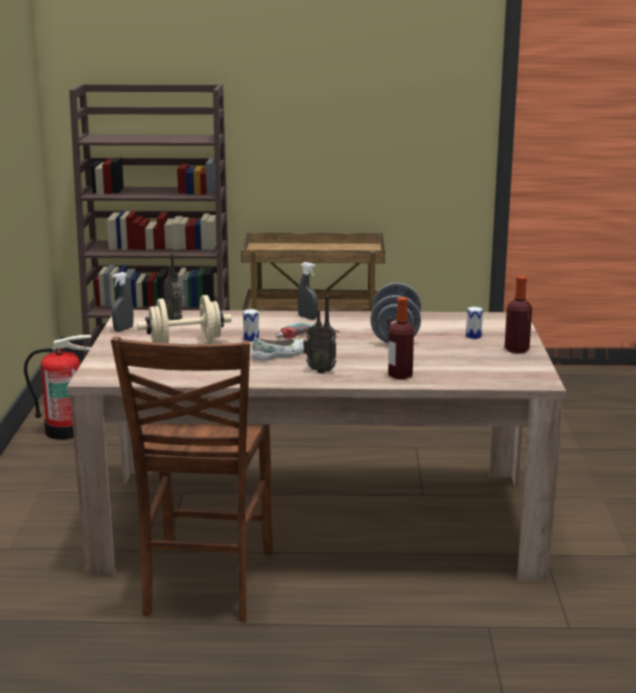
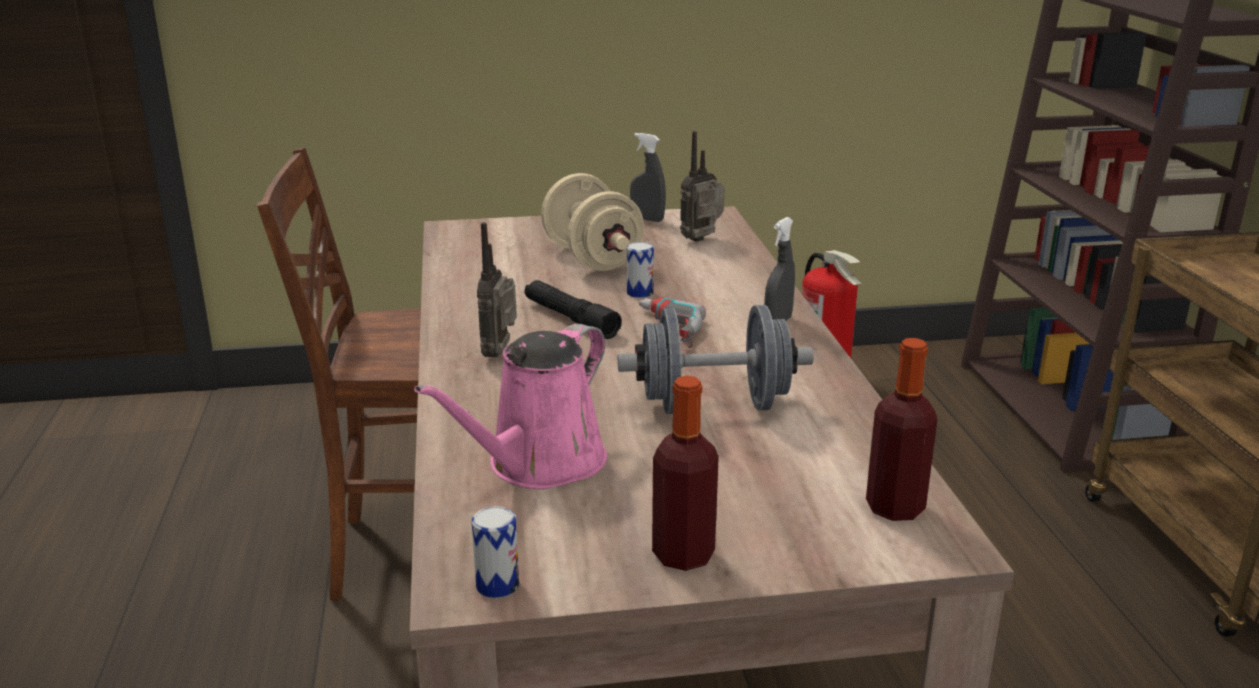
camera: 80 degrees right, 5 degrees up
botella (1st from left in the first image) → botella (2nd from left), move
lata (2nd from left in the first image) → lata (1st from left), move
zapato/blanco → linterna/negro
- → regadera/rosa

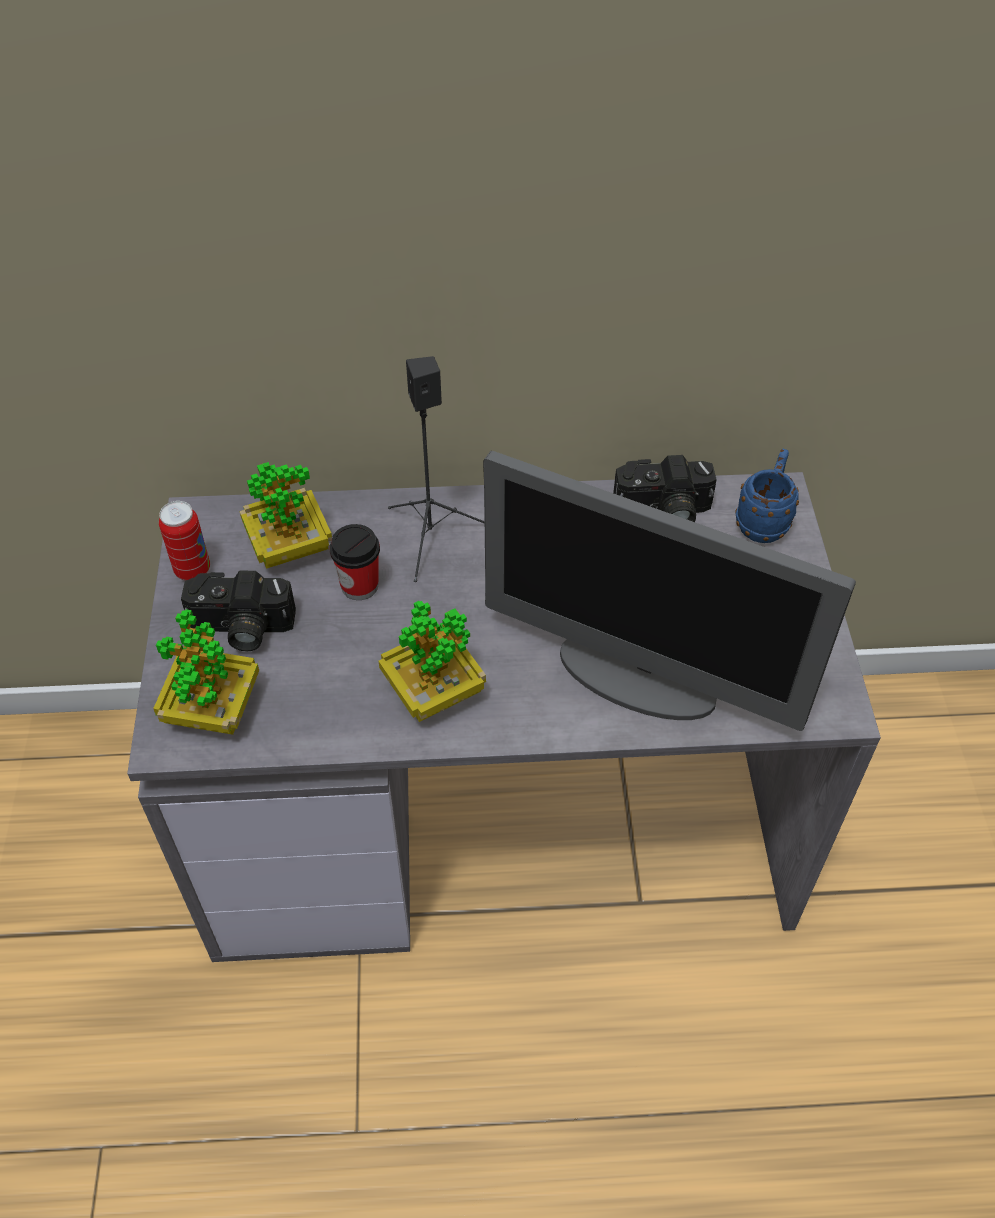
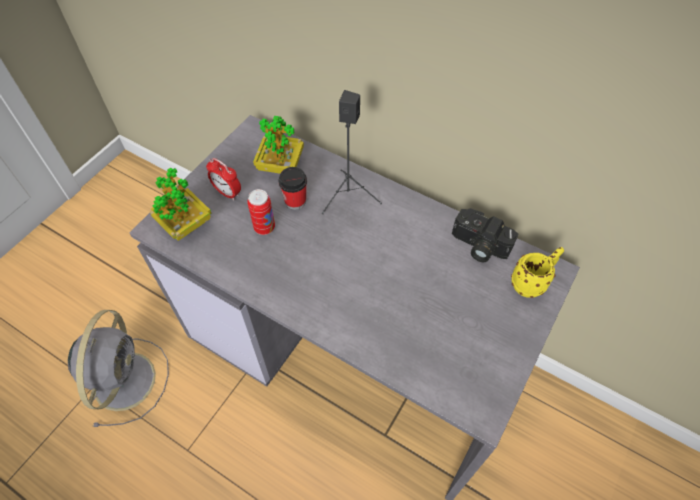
camera: 35 degrees right, 5 degrees up
taza grande/azul → taza grande/amarillo
monitor → -
lata, move
cámara (1st from left) → despertador
planta en maceta (3rd from left) → -
- → ventilador/gris

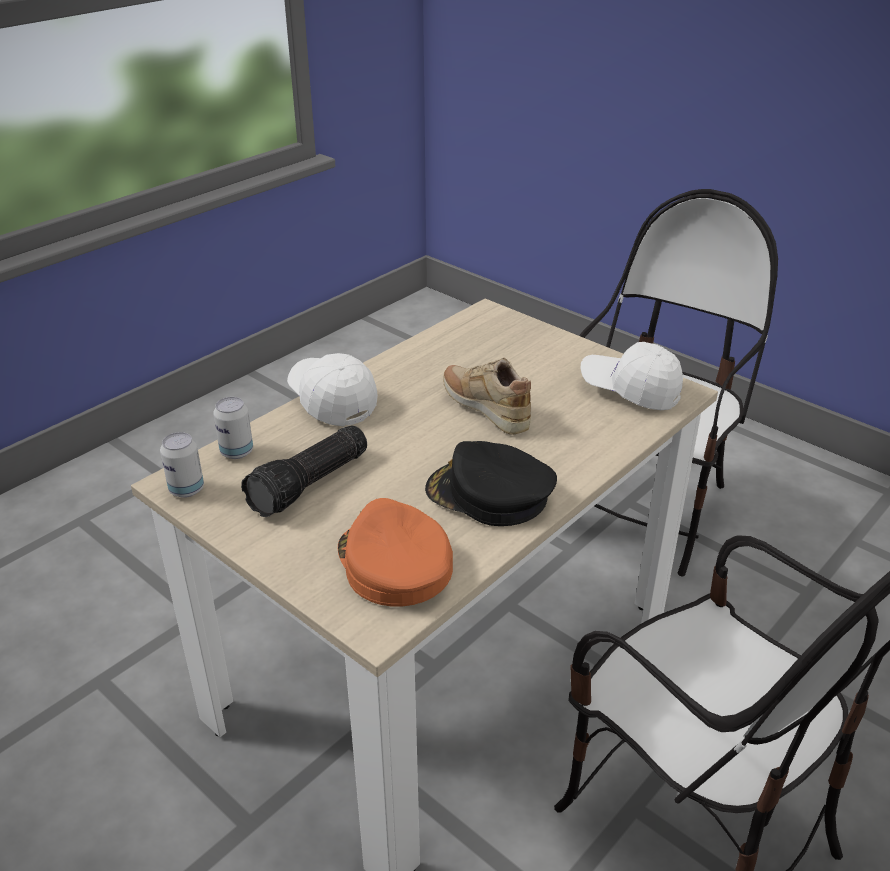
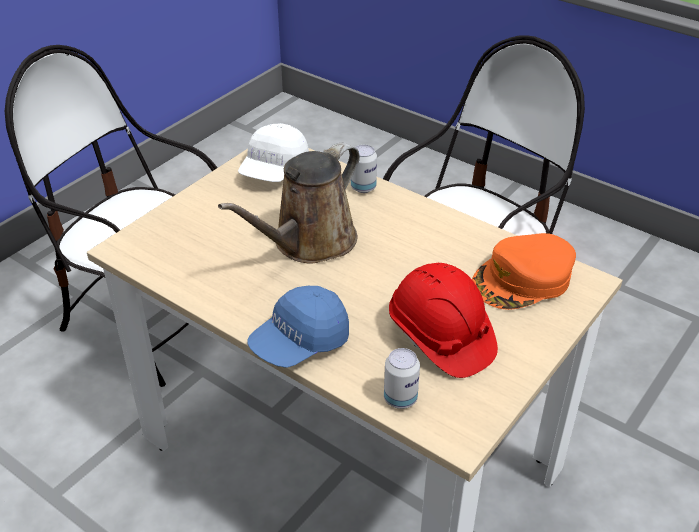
camera: 95 degrees left, 5 degrees up
gorra/blanco (1st from left) → gorra/azul
zapato/beis → regadera/marrón
linterna → casco/rojo
lata (1st from left), move
gorra/negro → -

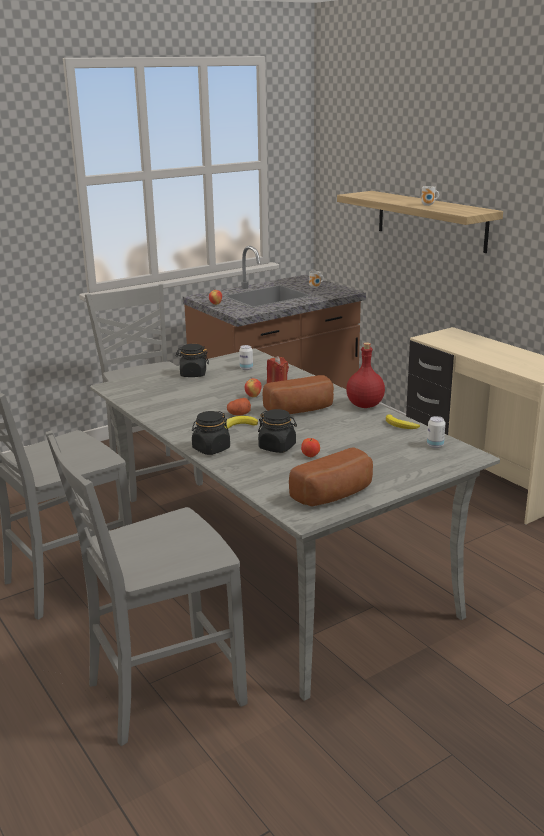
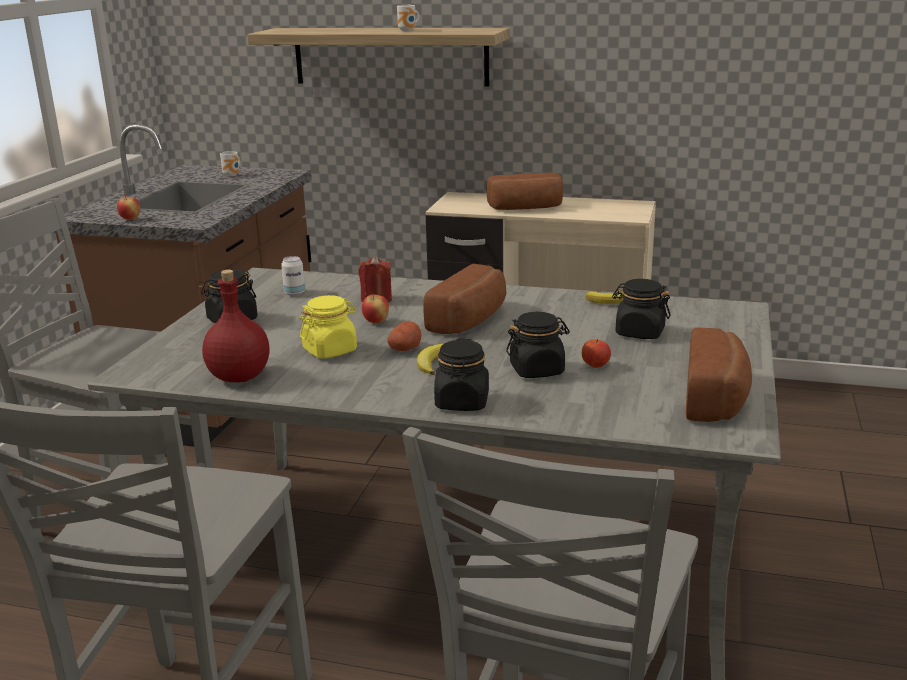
camera: 40 degrees left, 0 degrees up
botella/rojo, move
lata (2nd from left) → -
- → pan (2nd from left)
- → tarro/negro (4th from left)
- → tarro/amarillo

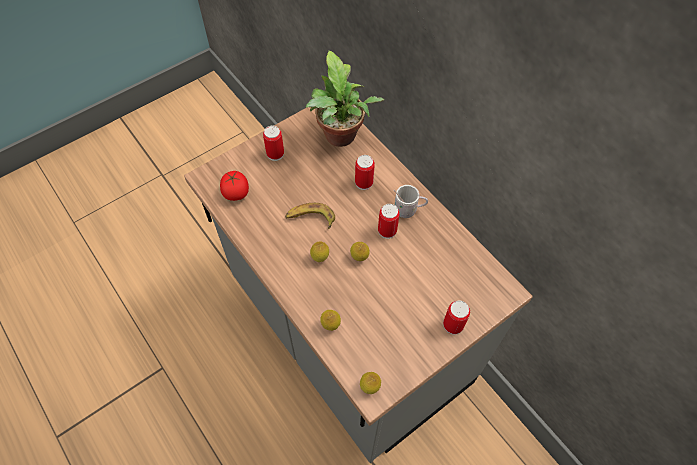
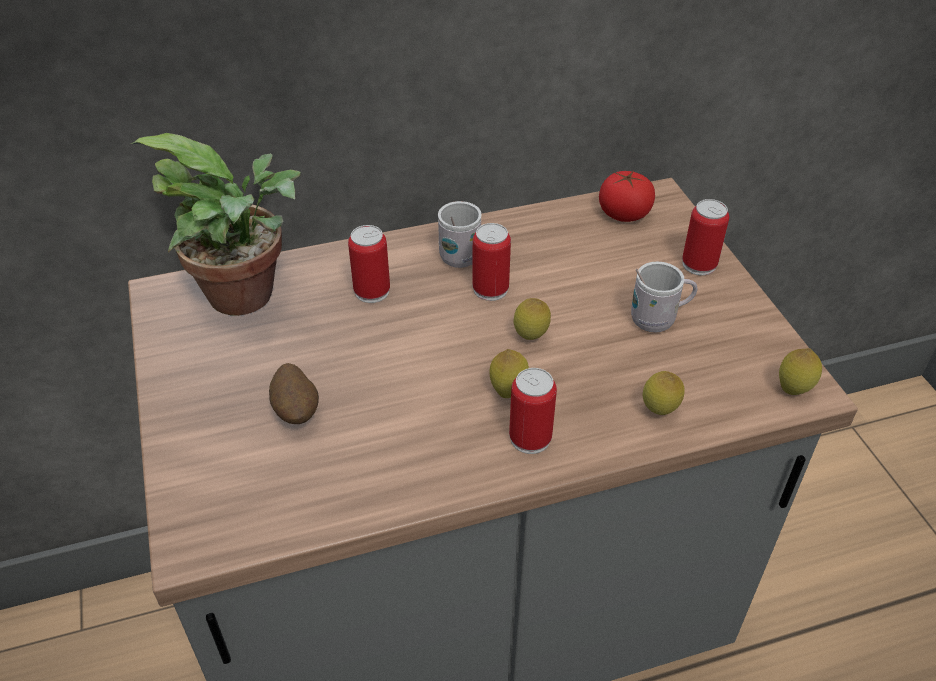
camera: 70 degrees left, 15 degrees down
lata (1st from left in the first image) → lata (3rd from left), move
tomate, move
plátano → -
- → taza grande/blanco (2nd from left)
- → patata

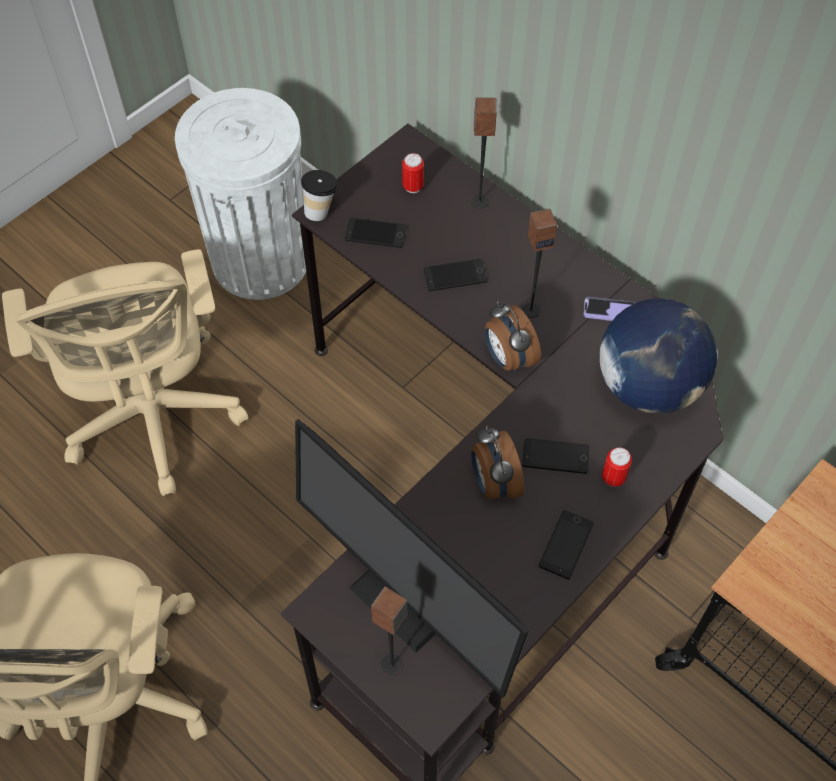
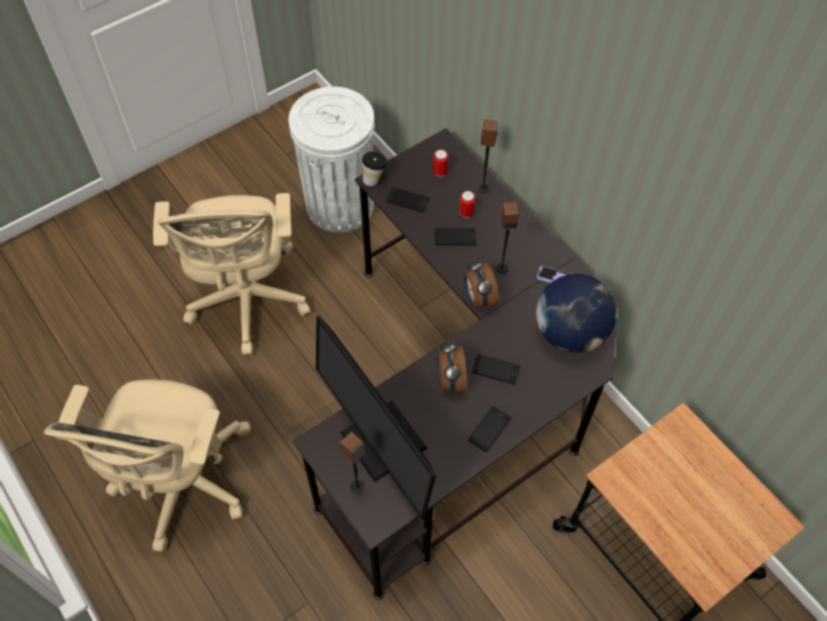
camera: 10 degrees right, 0 degrees up
lata (2nd from left), move

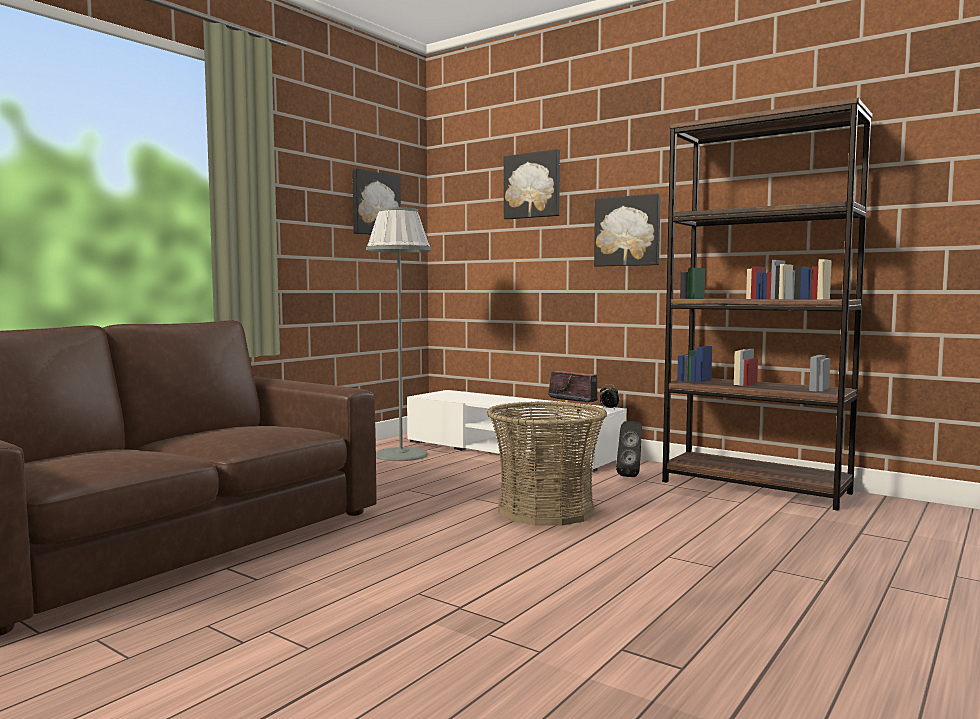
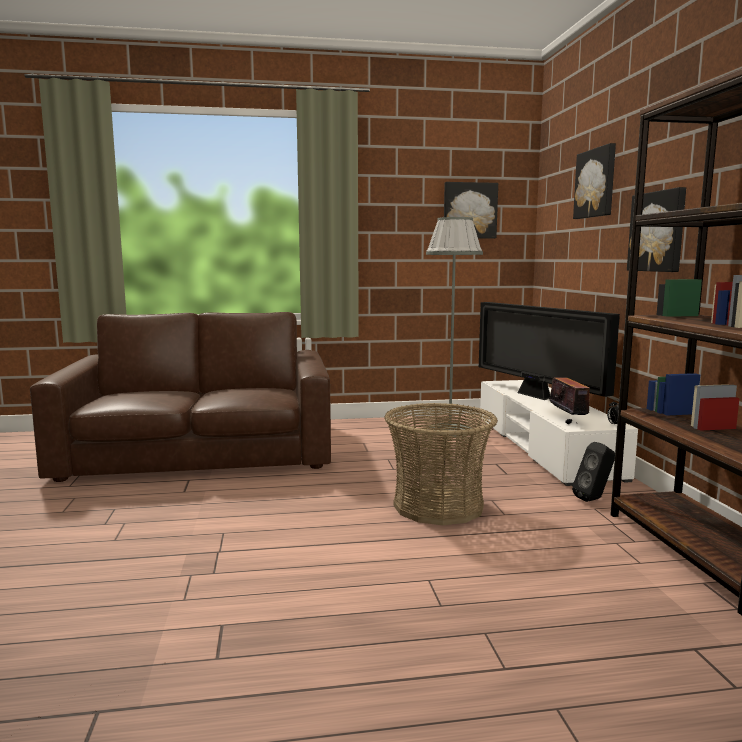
camera: 45 degrees right, 5 degrees up
- → televisor

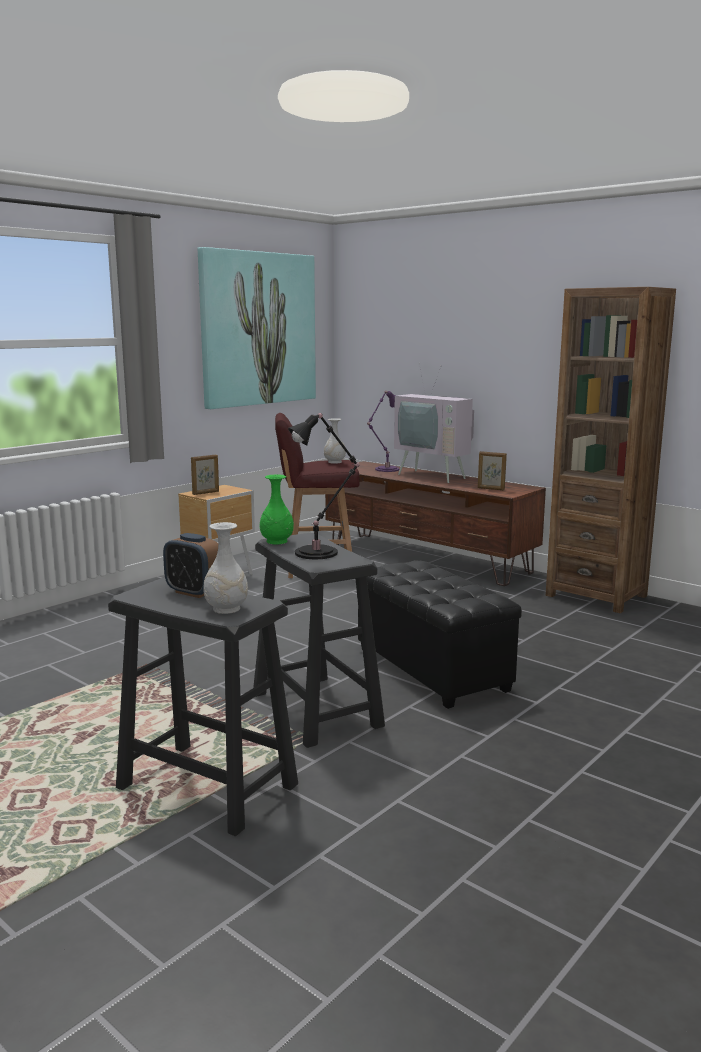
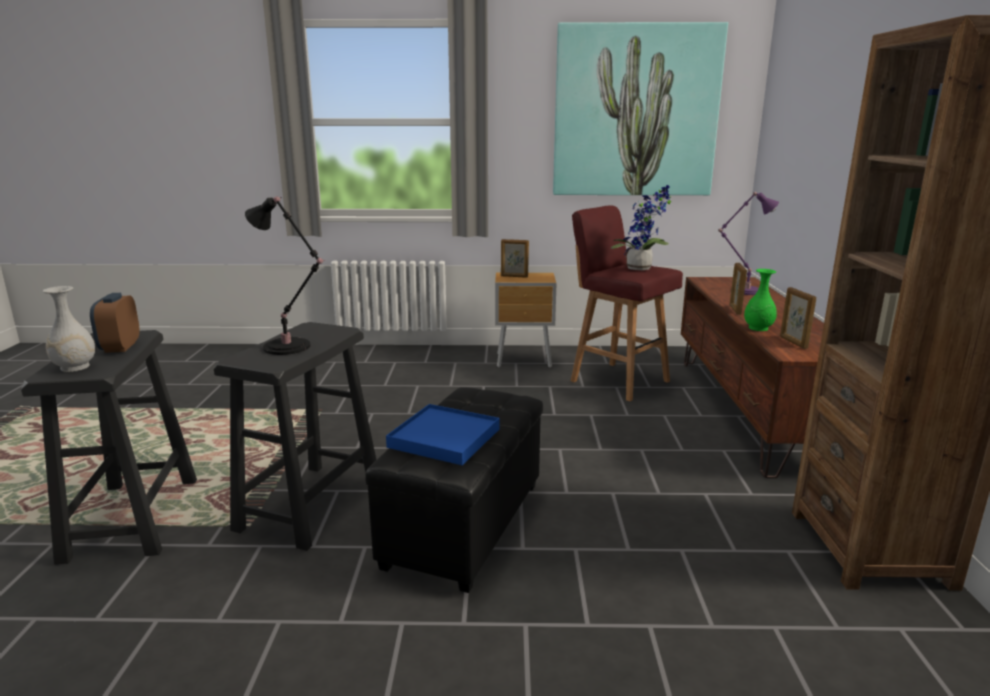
camera: 50 degrees right, 5 degrees up
televisor → -
florero/blanco (2nd from left) → planta en maceta
florero/verde, move
- → portarretratos (2nd from left)
- → bandeja/azul

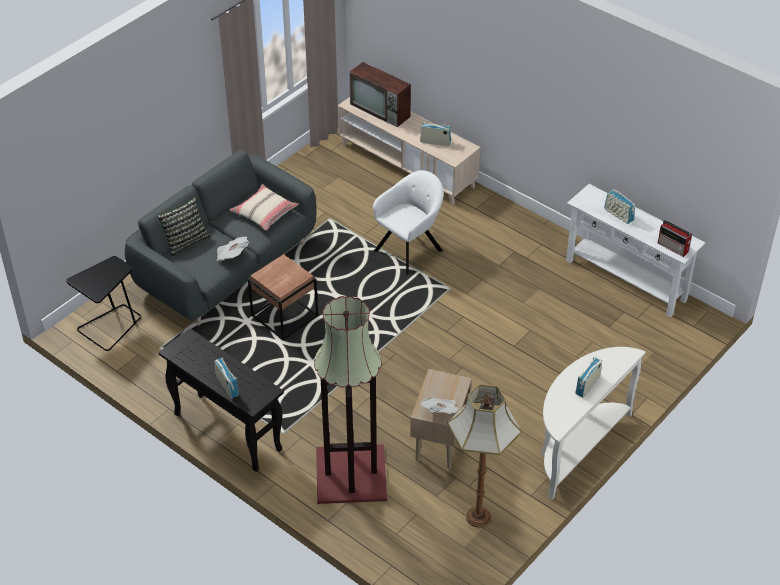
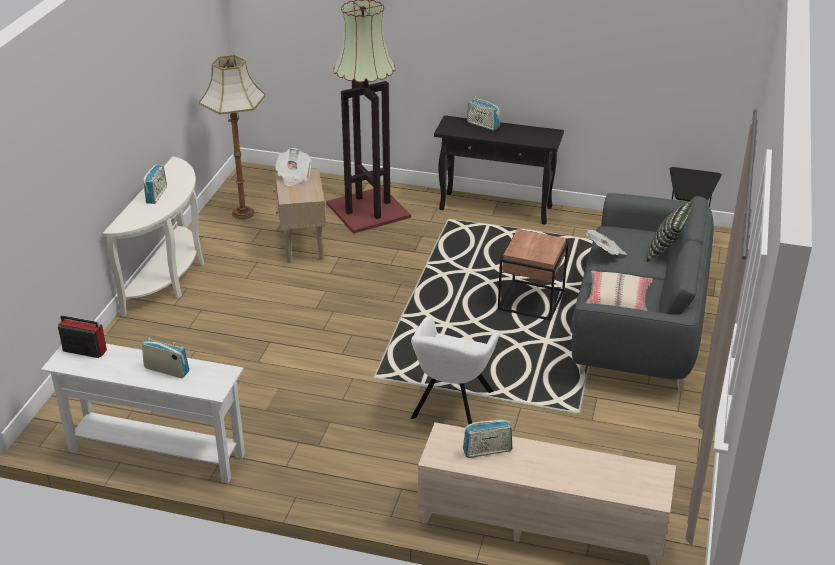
camera: 155 degrees right, 10 degrees down
televisor → -

